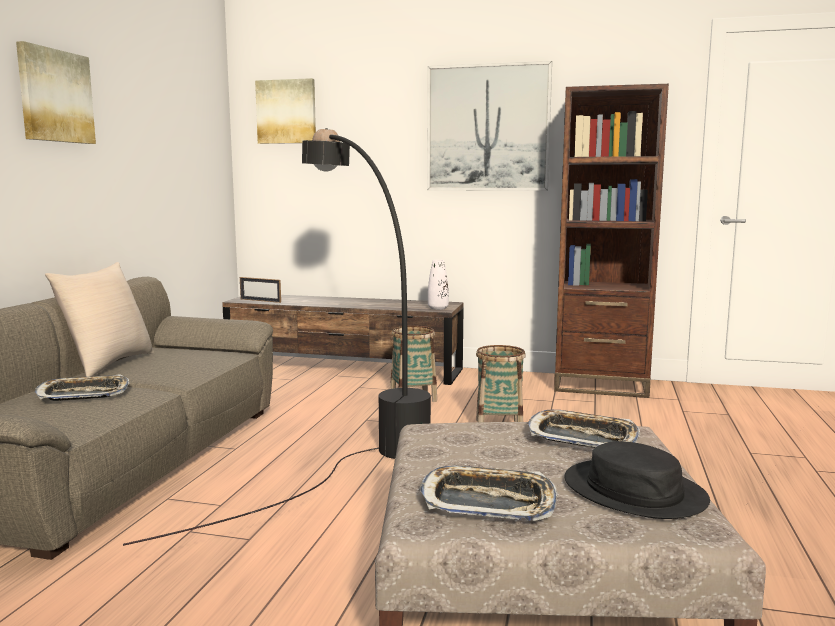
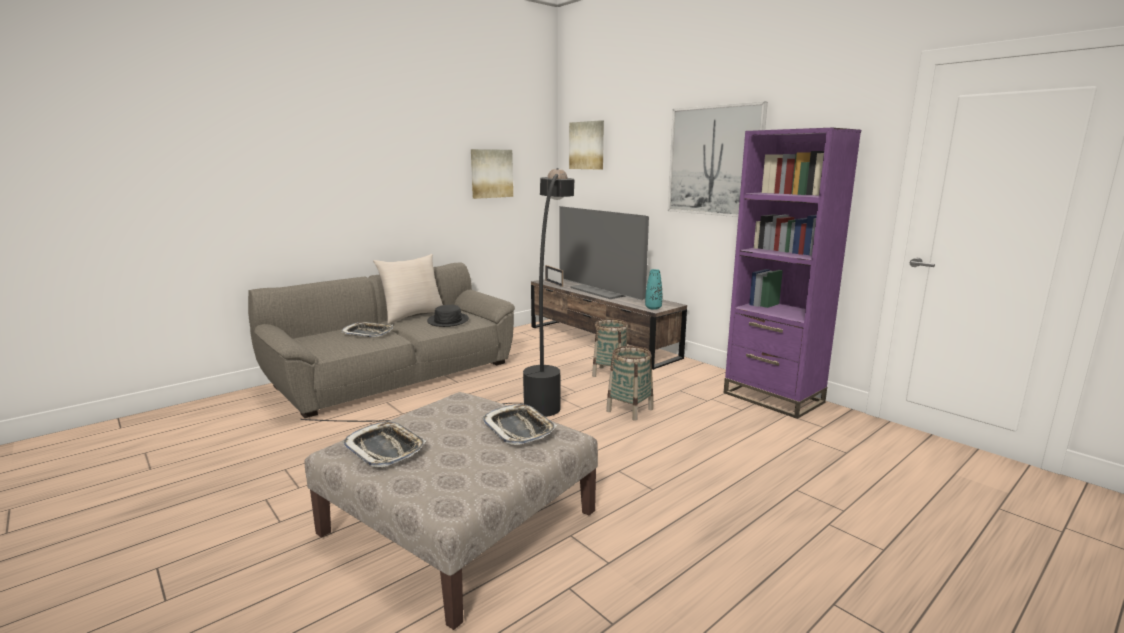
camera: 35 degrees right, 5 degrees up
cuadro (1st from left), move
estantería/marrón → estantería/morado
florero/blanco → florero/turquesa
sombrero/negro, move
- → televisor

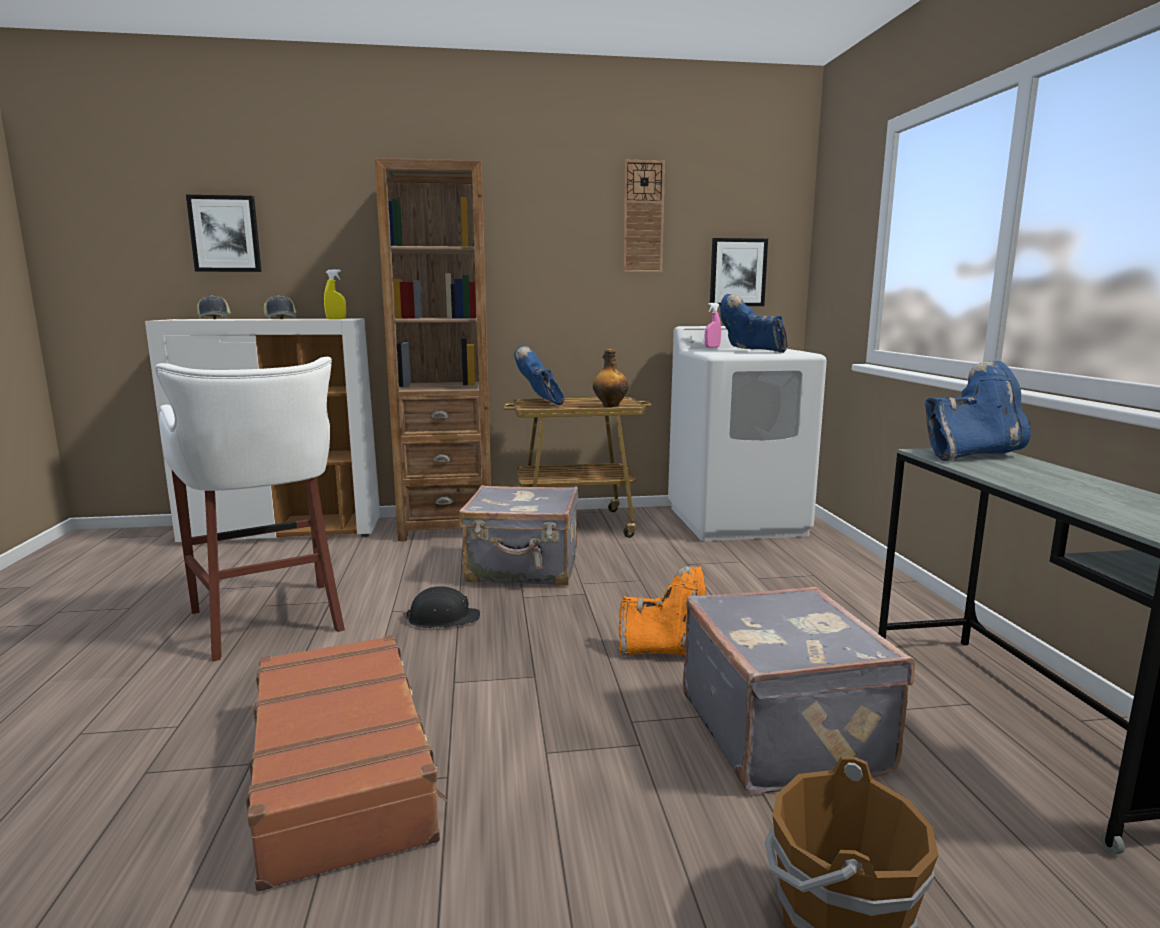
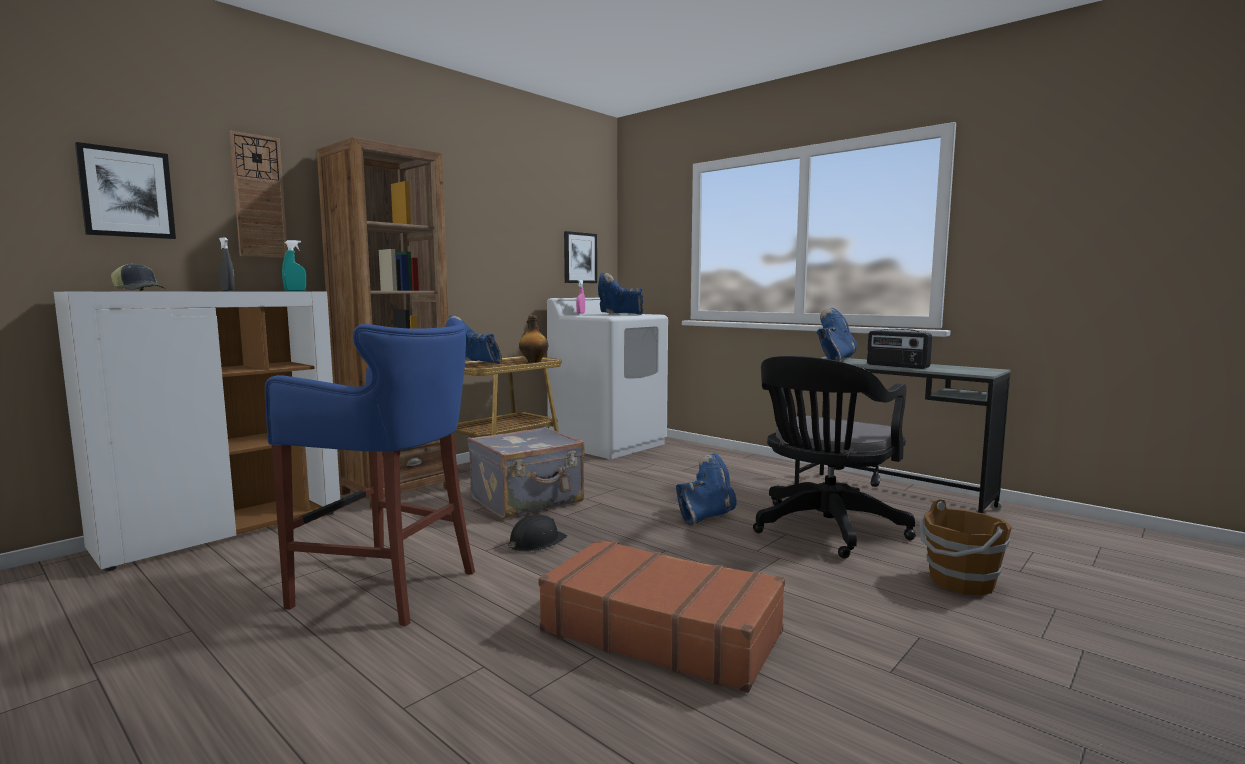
camera: 40 degrees left, 5 degrees down
reloj de pared, move
pulverizador/amarillo → pulverizador/turquesa
gorra (2nd from left) → pulverizador/gris
taburete/blanco → taburete/azul
bota/naranja → bota/azul (3rd from left)
maleta/gris (2nd from left) → silla de oficina/negro
- → radio

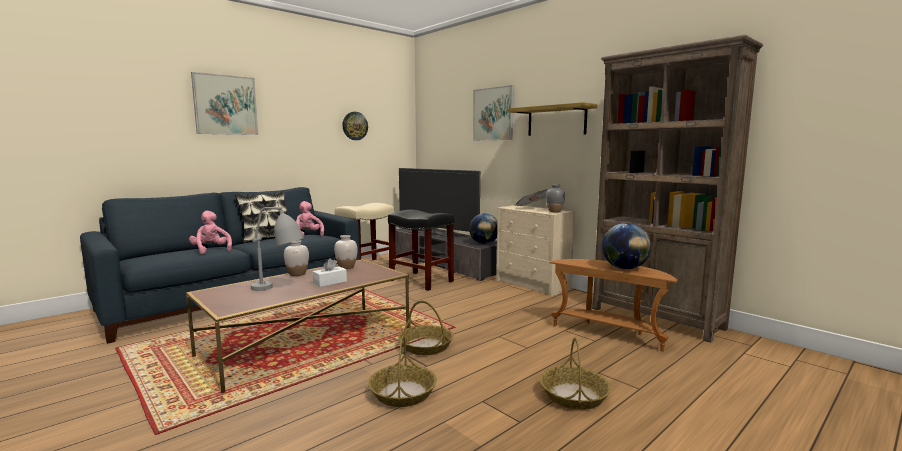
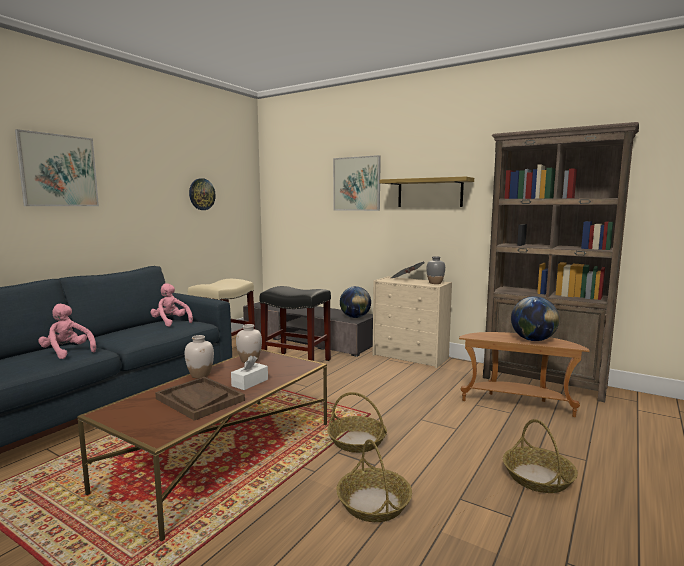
camera: 15 degrees left, 0 degrees up
televisor → -
cojín → -
lámpara de mesa/gris → bandeja/marrón

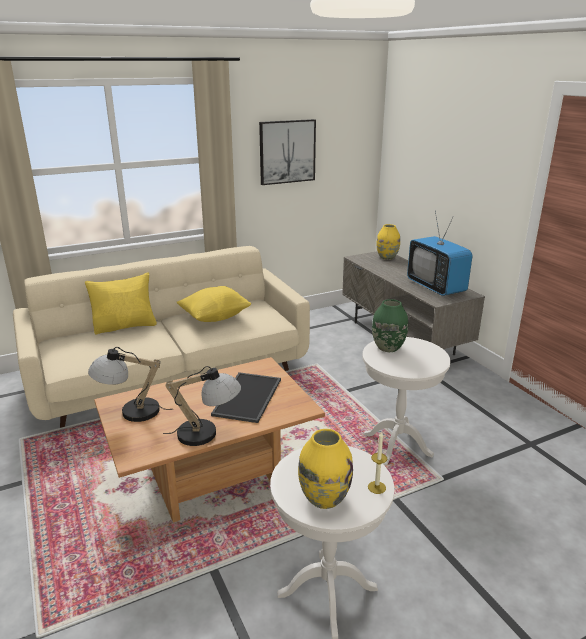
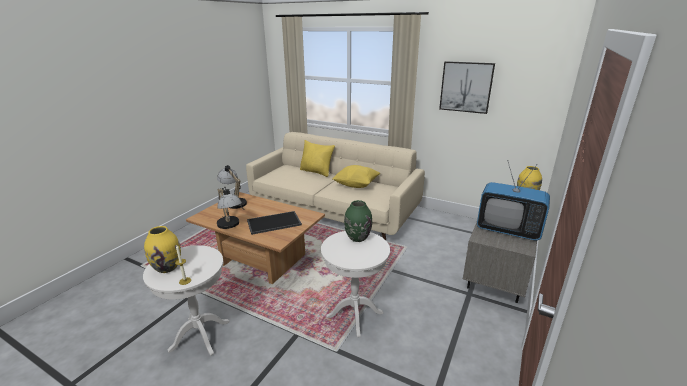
camera: 55 degrees right, 0 degrees up
televisor, 90 degrees counterclockwise

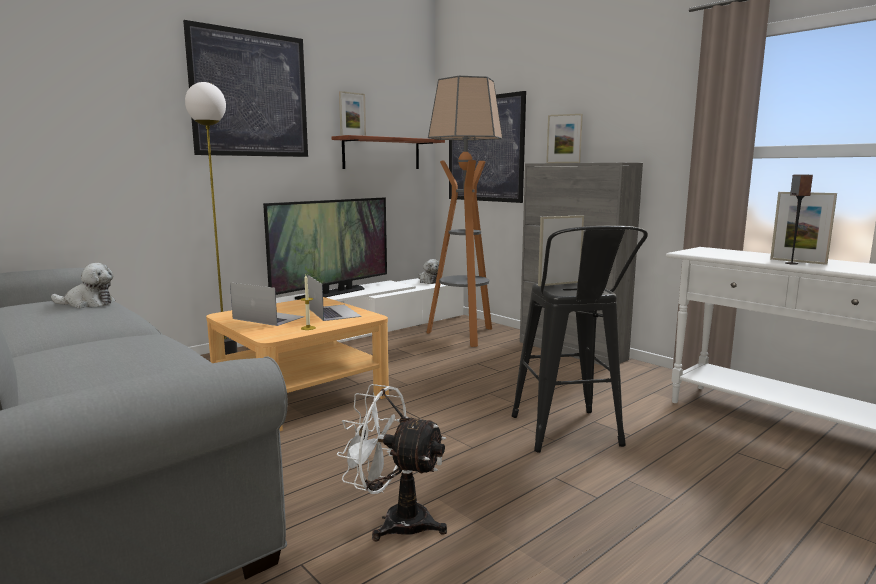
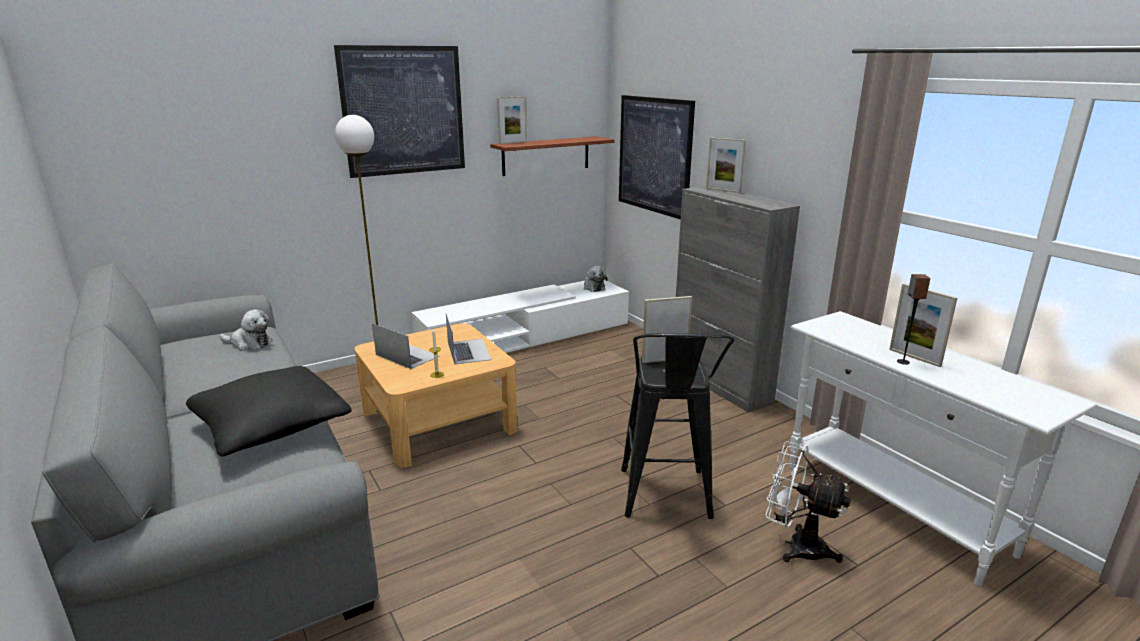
camera: 10 degrees right, 10 degrees up
lámpara de pie (2nd from left) → -
televisor → -
ventilador/blanco, move
- → cojín/negro

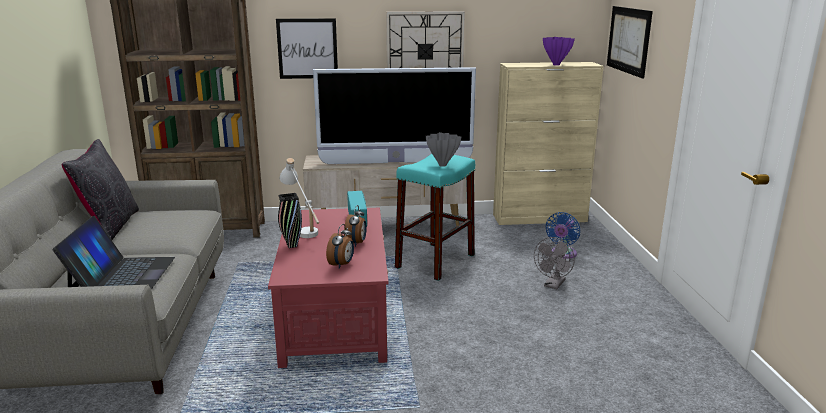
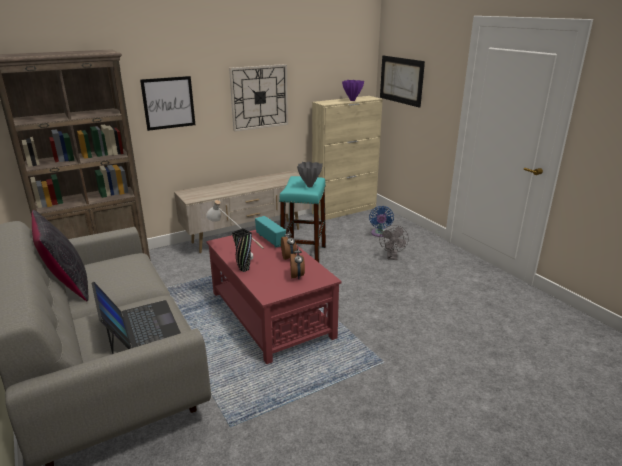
camera: 25 degrees left, 5 degrees up
televisor → -

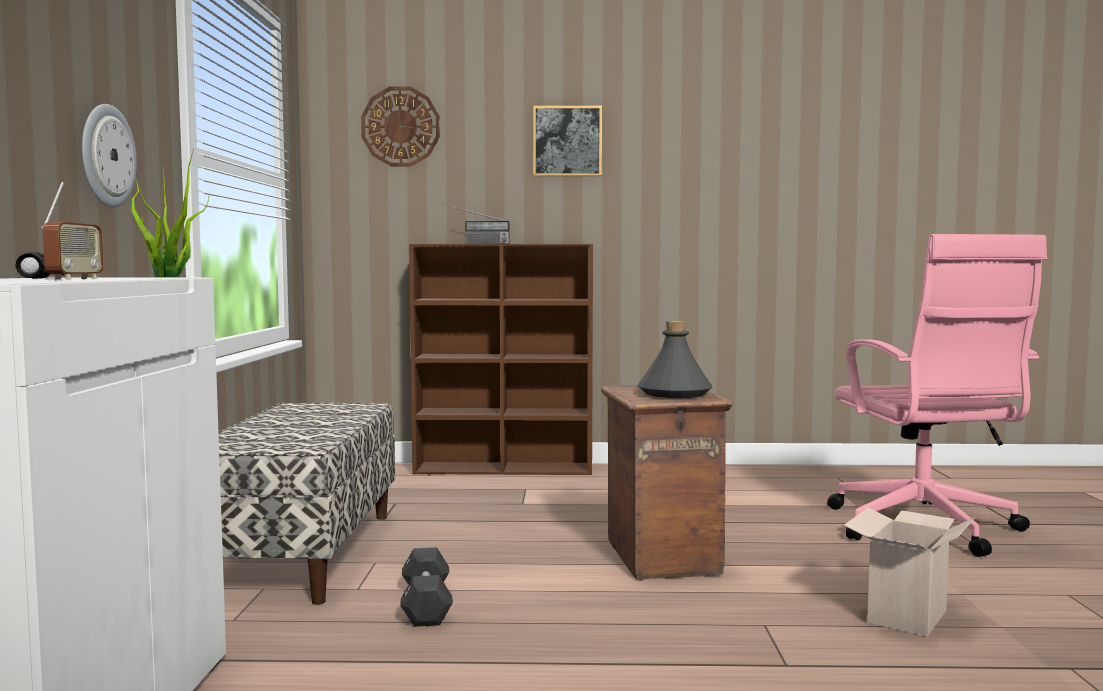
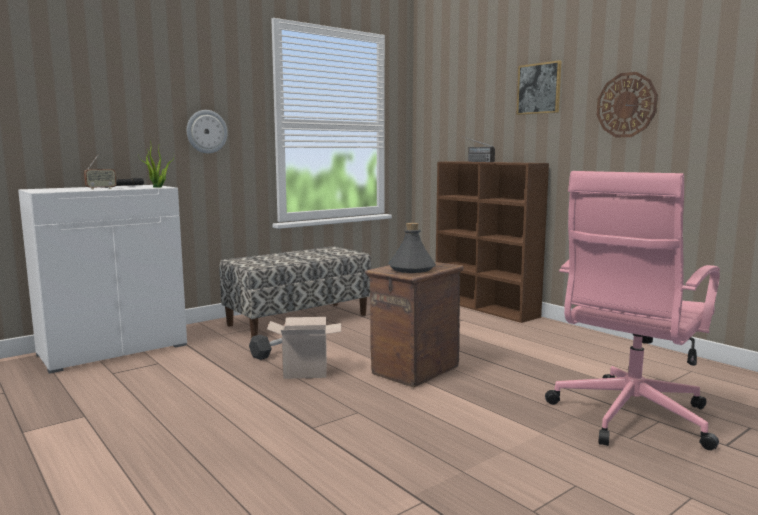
camera: 50 degrees right, 5 degrees up
reloj de pared (2nd from left), move
caja de cartón, move

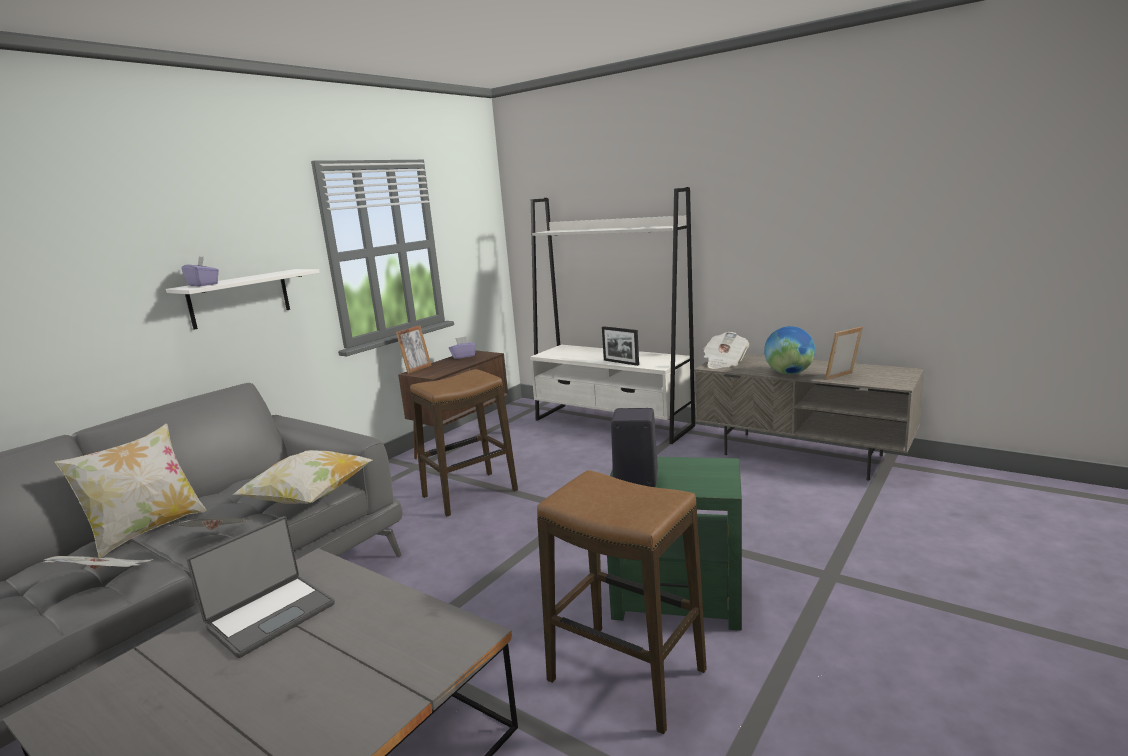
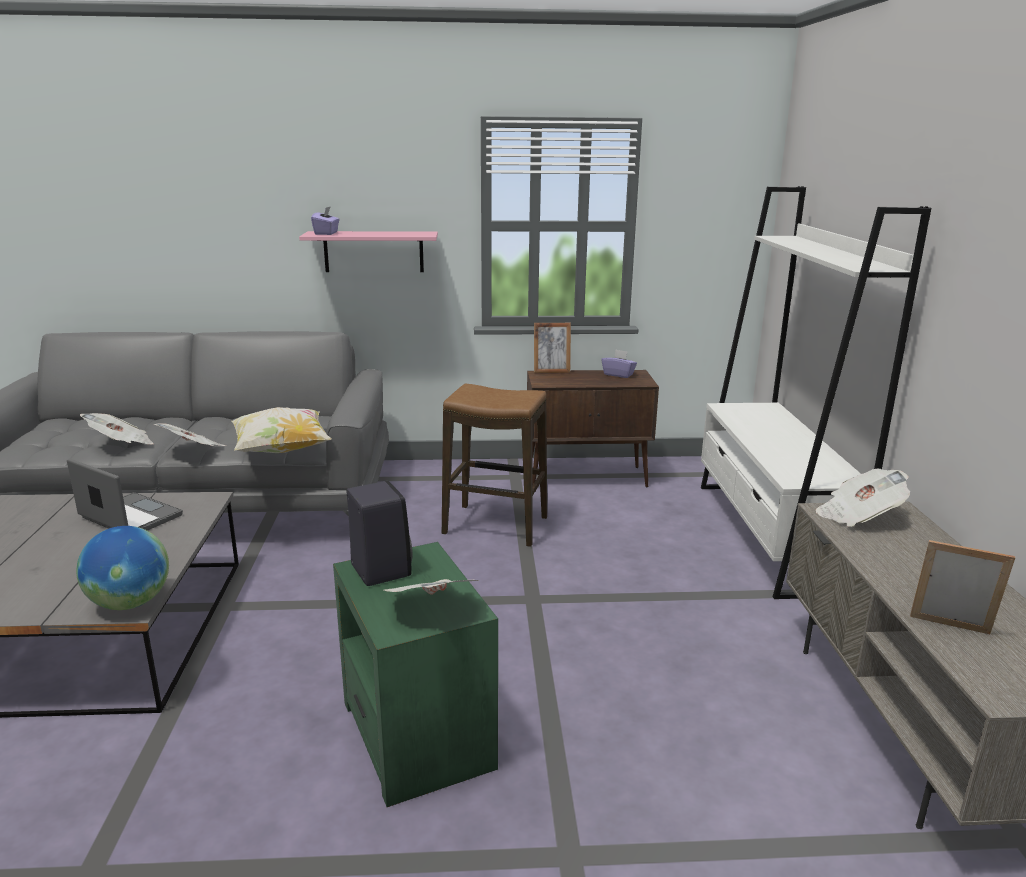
camera: 50 degrees right, 5 degrees up
estante/blanco → estante/rosa
portarretratos (2nd from left) → -
globo terráqueo, move
cojín (1st from left) → -
taburete (2nd from left) → -
portátil, 150 degrees counterclockwise
- → periódico (3rd from left)

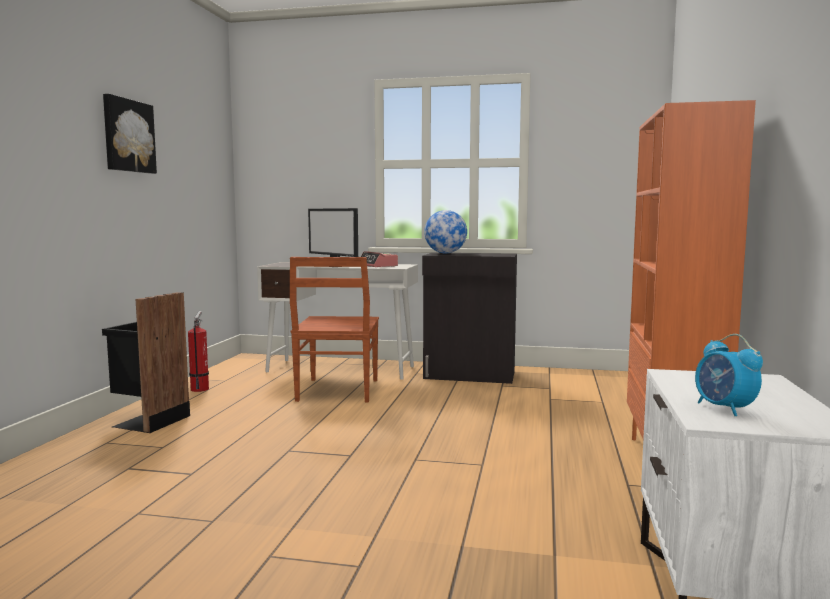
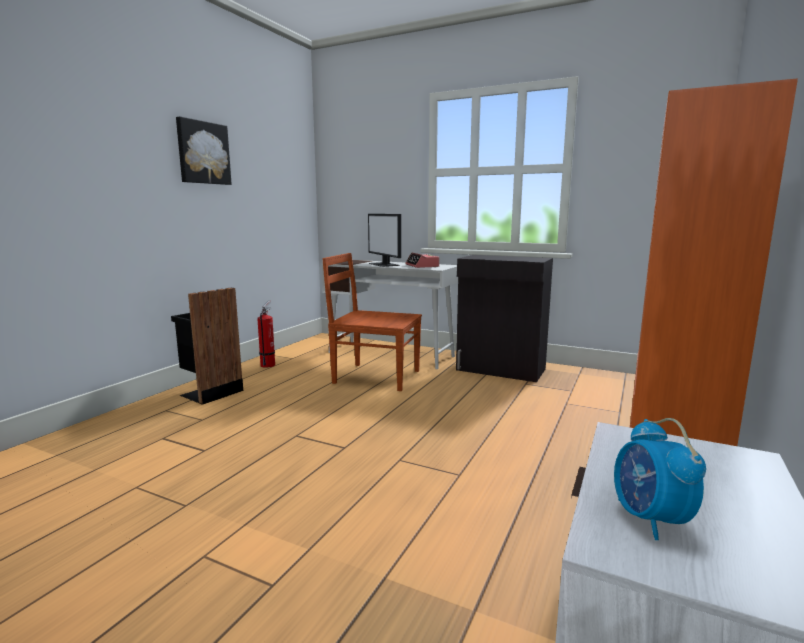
camera: 15 degrees right, 5 degrees up
globo terráqueo → -
silla/marrón, 90 degrees clockwise

